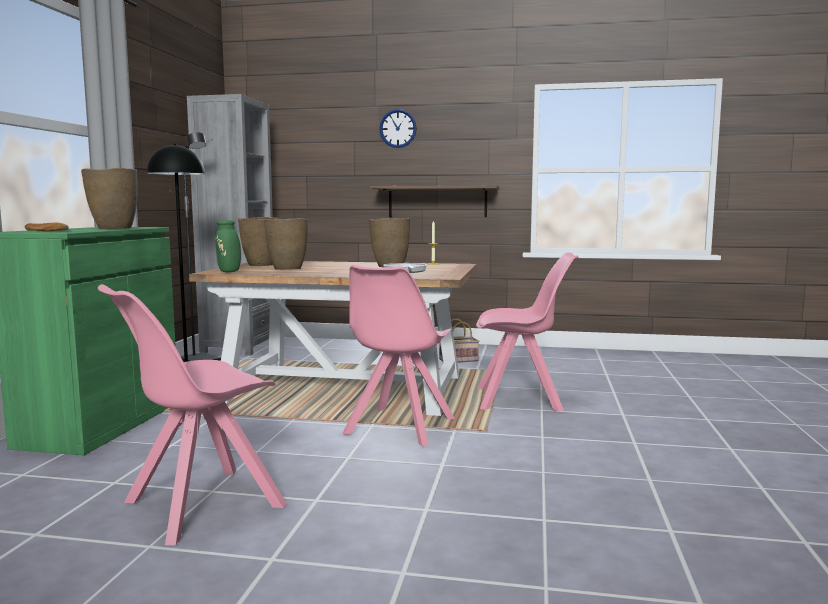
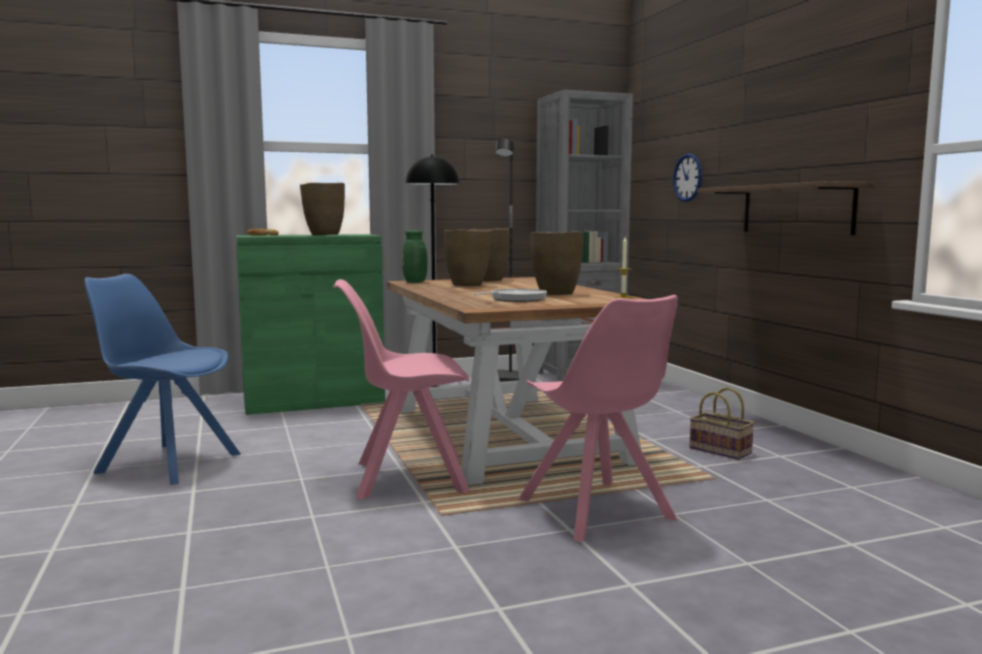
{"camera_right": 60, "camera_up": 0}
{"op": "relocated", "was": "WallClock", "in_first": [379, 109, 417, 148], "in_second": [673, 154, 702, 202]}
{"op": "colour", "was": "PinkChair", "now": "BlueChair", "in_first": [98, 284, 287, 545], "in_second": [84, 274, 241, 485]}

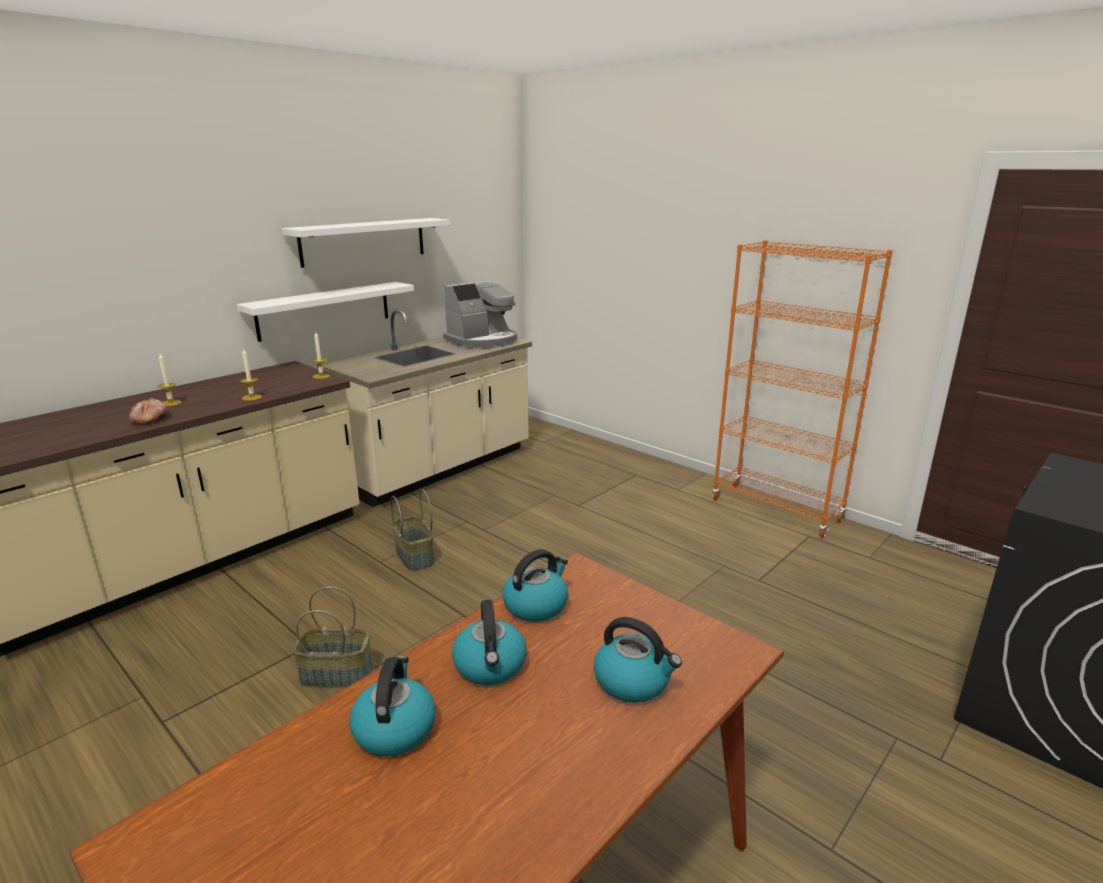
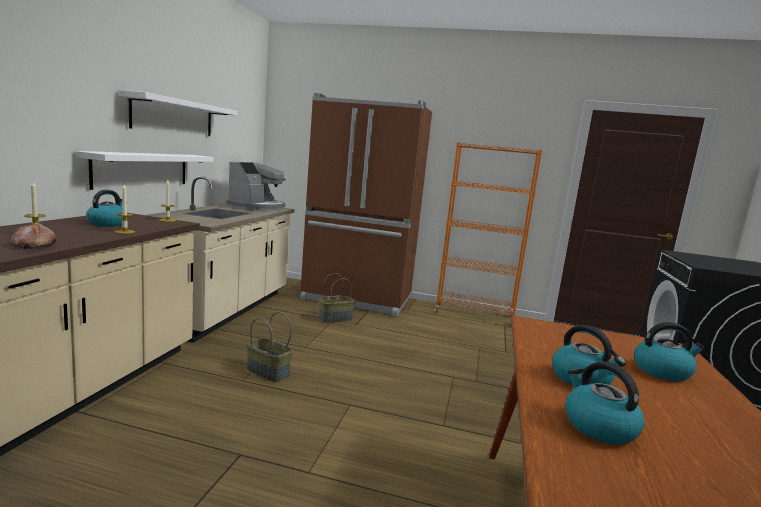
{"camera_right": -30, "camera_up": -10}
{"op": "relocated", "was": "Kettle", "in_first": [502, 549, 568, 622], "in_second": [86, 190, 128, 226]}
{"op": "relocated", "was": "Basket", "in_first": [292, 587, 373, 687], "in_second": [319, 273, 355, 323]}
{"op": "appeared", "now": "BrownFridge", "in_second": [300, 93, 432, 316]}

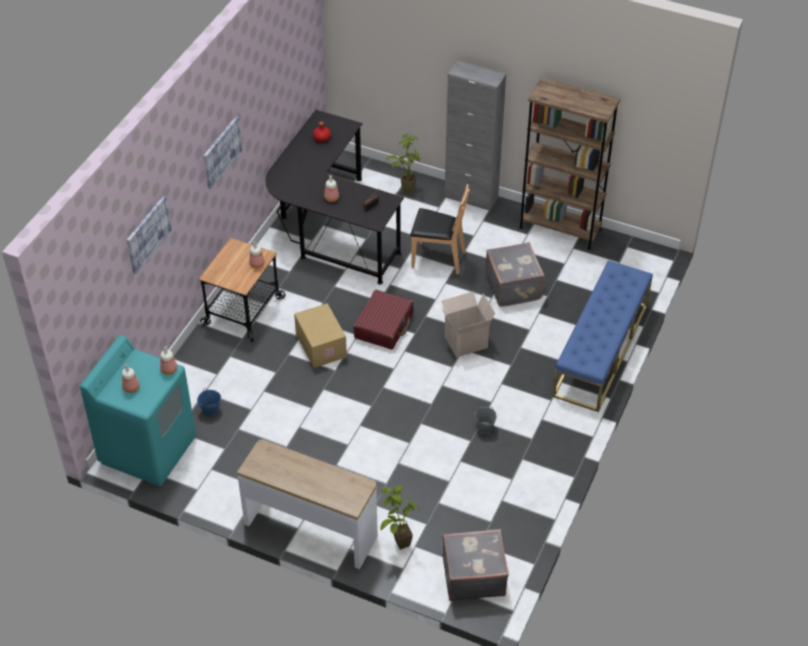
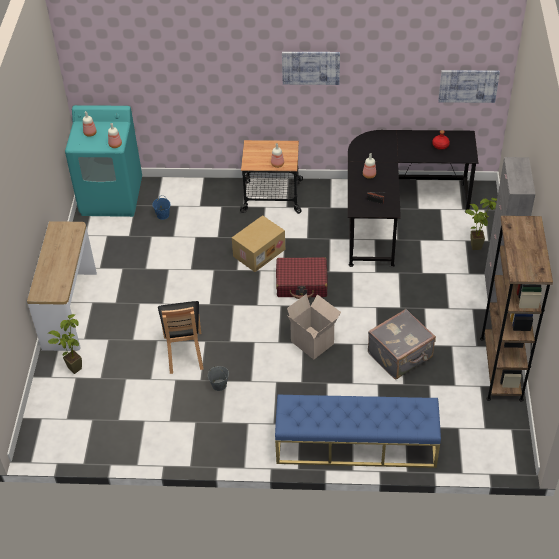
{"camera_right": 70, "camera_up": 0}
{"op": "relocated", "was": "BrownChair", "in_first": [410, 184, 470, 274], "in_second": [158, 301, 204, 374]}
{"op": "relocated", "was": "Picture", "in_first": [127, 196, 172, 274], "in_second": [438, 70, 500, 103]}
{"op": "missing", "was": "GreySuitcase", "in_first": [443, 529, 509, 601]}

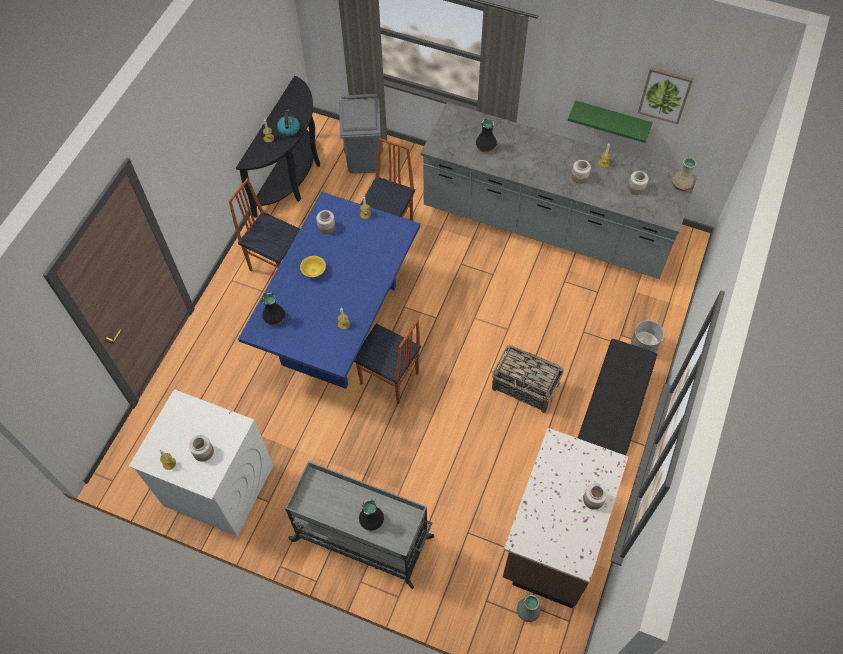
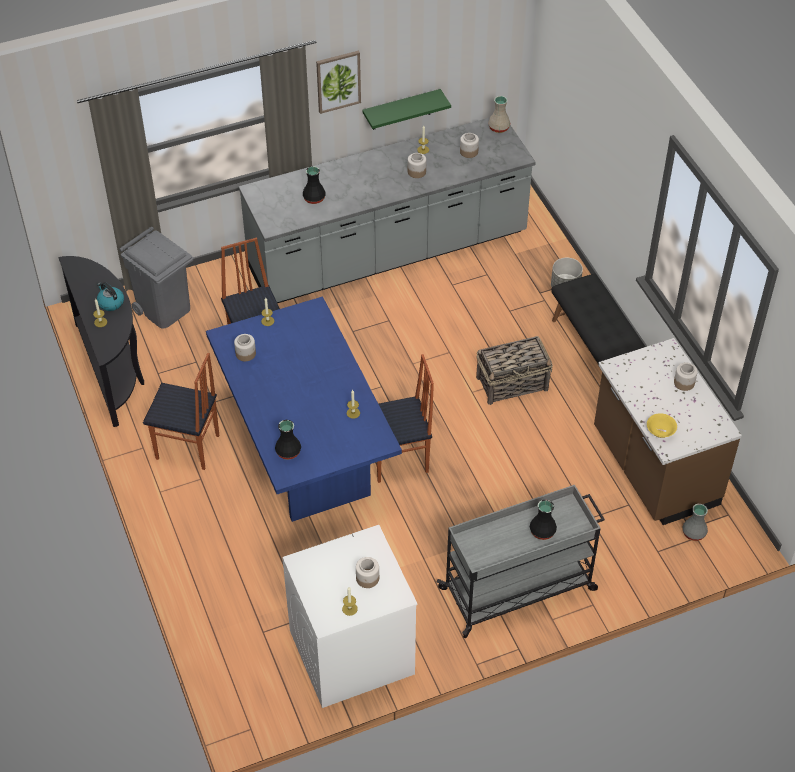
{"camera_right": -45, "camera_up": -10}
{"op": "relocated", "was": "Picture", "in_first": [638, 67, 693, 124], "in_second": [316, 51, 361, 114]}
{"op": "spun", "was": "Chair", "in_first": [229, 178, 300, 272], "in_second": [143, 353, 219, 470], "clockwise": -150}
{"op": "relocated", "was": "YellowBowl", "in_first": [300, 256, 326, 277], "in_second": [647, 413, 677, 438]}

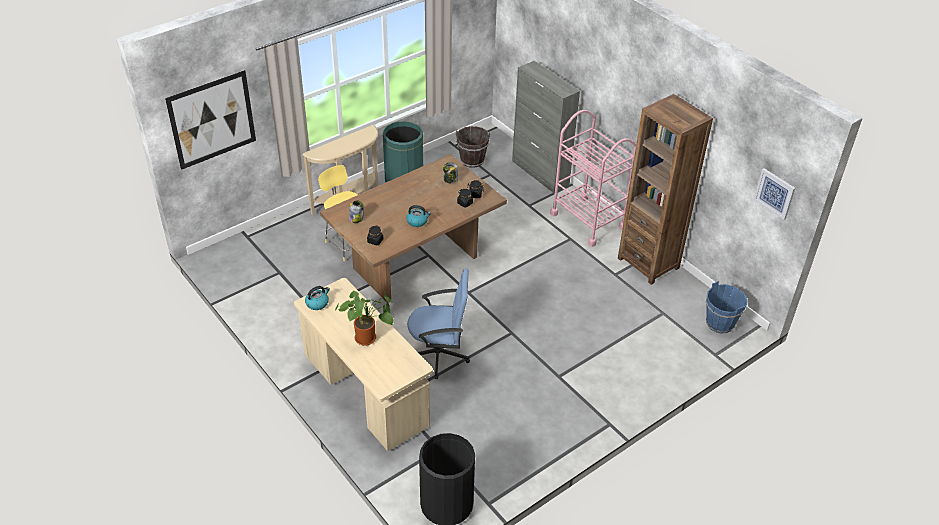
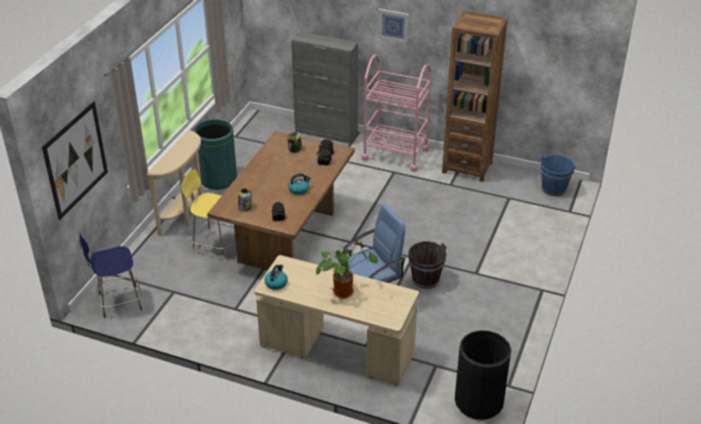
{"camera_right": -30, "camera_up": -5}
{"op": "relocated", "was": "BrownBucket", "in_first": [456, 126, 490, 168], "in_second": [408, 241, 447, 289]}
{"op": "relocated", "was": "Picture", "in_first": [754, 168, 795, 220], "in_second": [378, 9, 409, 43]}
{"op": "appeared", "now": "BlueStool", "in_second": [79, 233, 142, 318]}

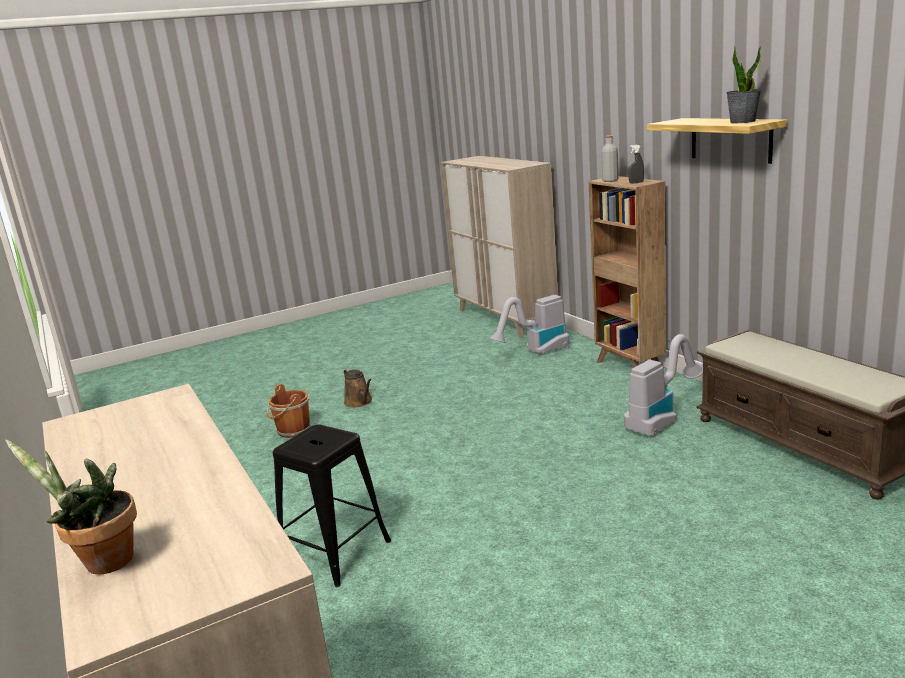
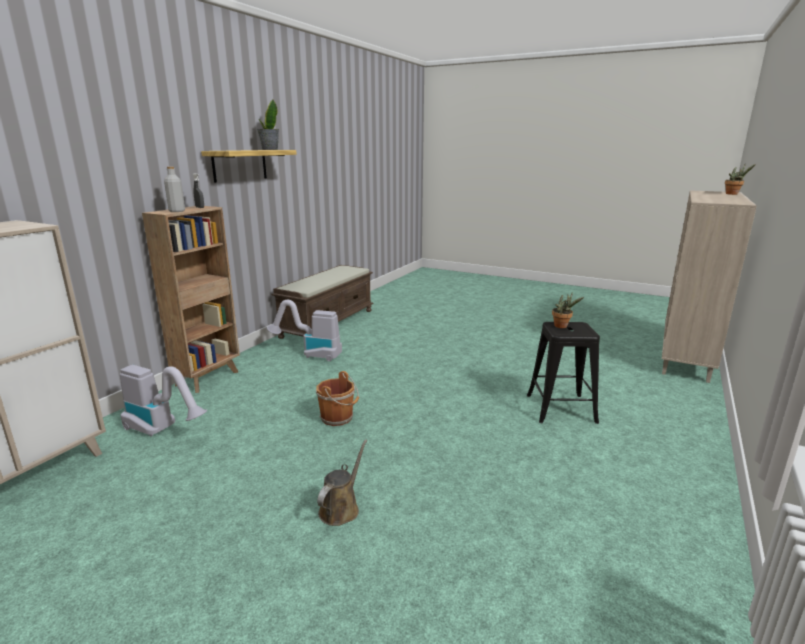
{"camera_right": -125, "camera_up": 0}
{"op": "relocated", "was": "BrownBucket", "in_first": [267, 384, 312, 438], "in_second": [316, 371, 359, 426]}
{"op": "appeared", "now": "PottedPlant", "in_second": [552, 293, 584, 328]}

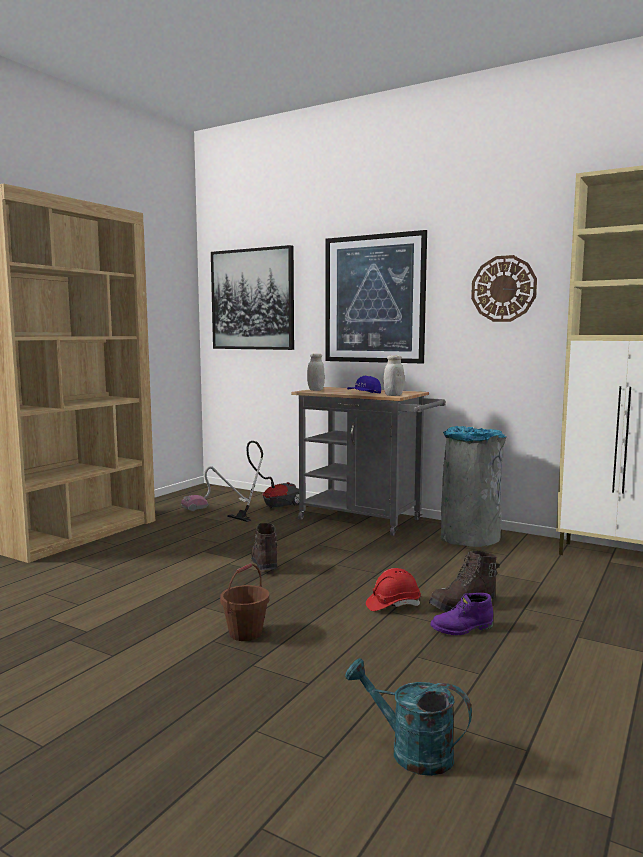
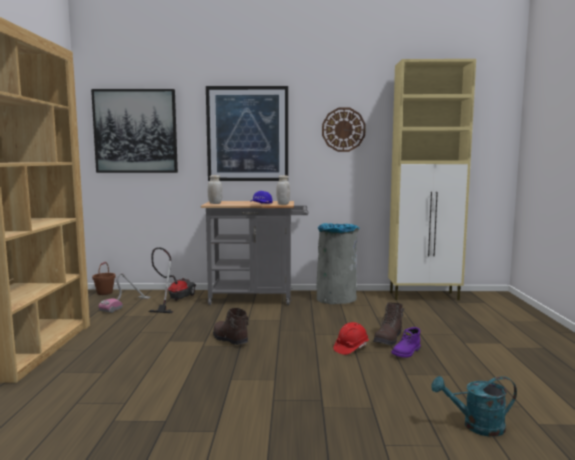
{"camera_right": -30, "camera_up": 0}
{"op": "relocated", "was": "BrownBucket", "in_first": [220, 563, 269, 641], "in_second": [92, 262, 115, 295]}

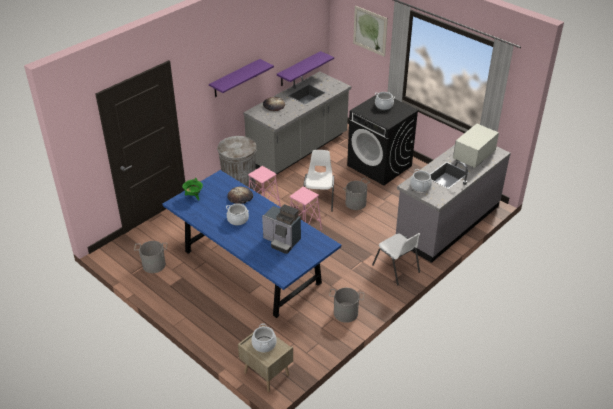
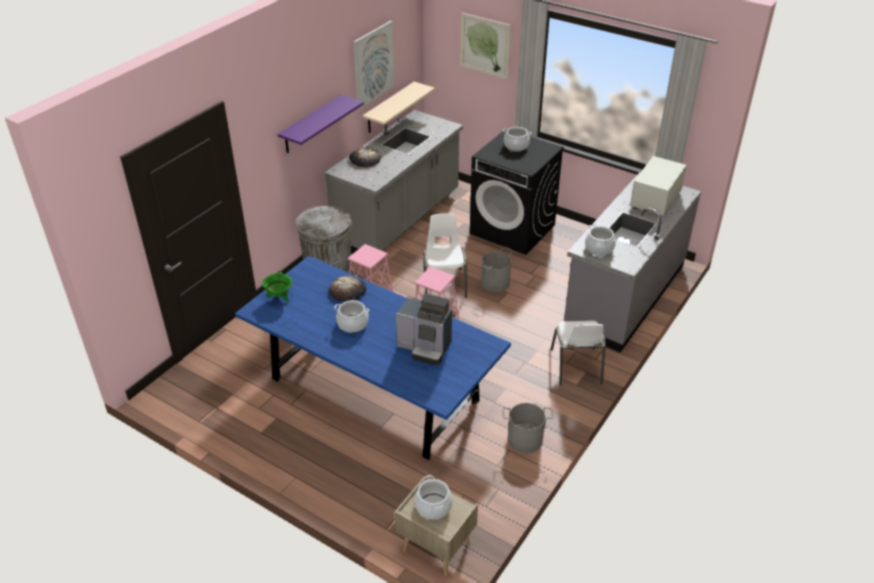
{"camera_right": -10, "camera_up": 0}
{"op": "colour", "was": "PurpleShelf", "now": "BeigeShelf", "in_first": [277, 51, 334, 86], "in_second": [363, 82, 435, 133]}
{"op": "spun", "was": "WhiteChair", "in_first": [372, 233, 420, 285], "in_second": [550, 321, 606, 386], "clockwise": 45}
{"op": "missing", "was": "GreyBucket", "in_first": [134, 241, 167, 273]}
{"op": "appeared", "now": "Picture", "in_second": [354, 21, 395, 109]}

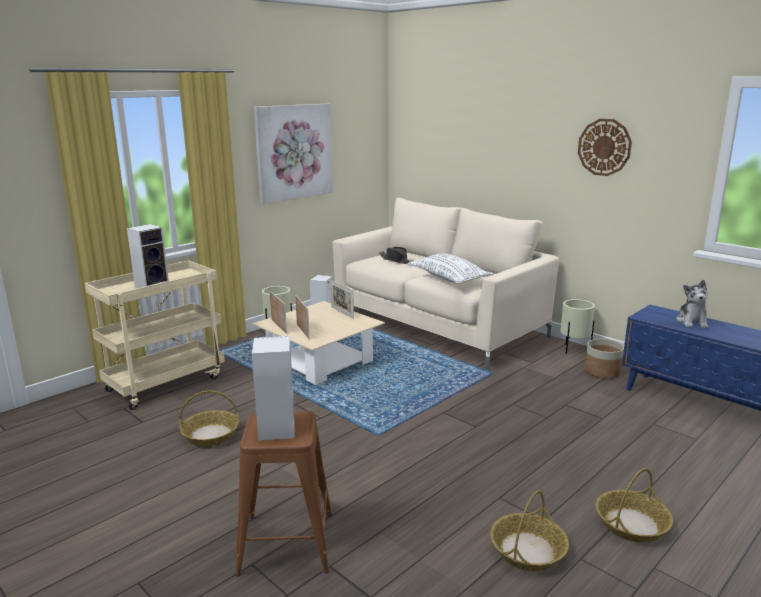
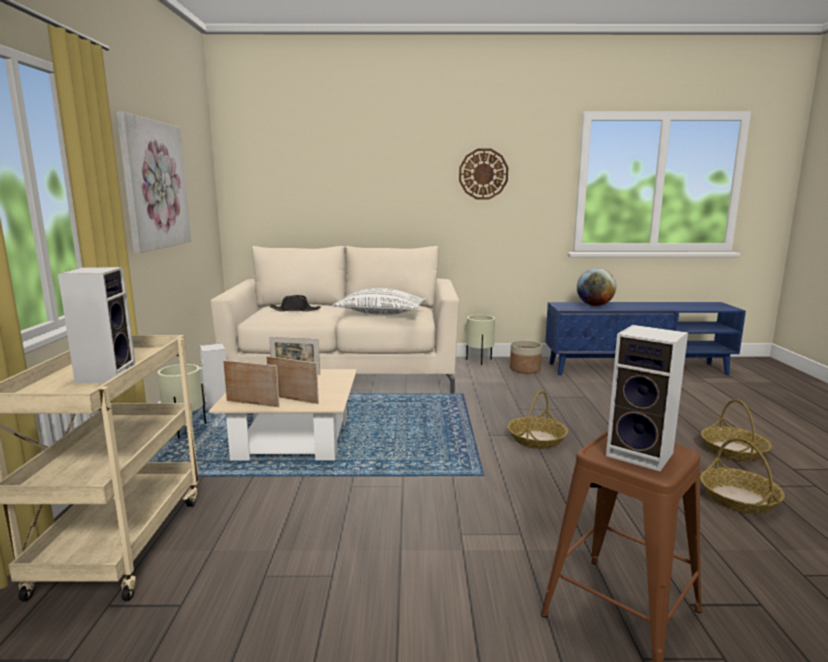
{"camera_right": -45, "camera_up": -5}
{"op": "exchanged", "was": "PlushToy", "now": "Globe", "in_first": [676, 280, 708, 328], "in_second": [577, 268, 616, 306]}
{"op": "relocated", "was": "Basket", "in_first": [179, 391, 239, 446], "in_second": [508, 390, 568, 449]}

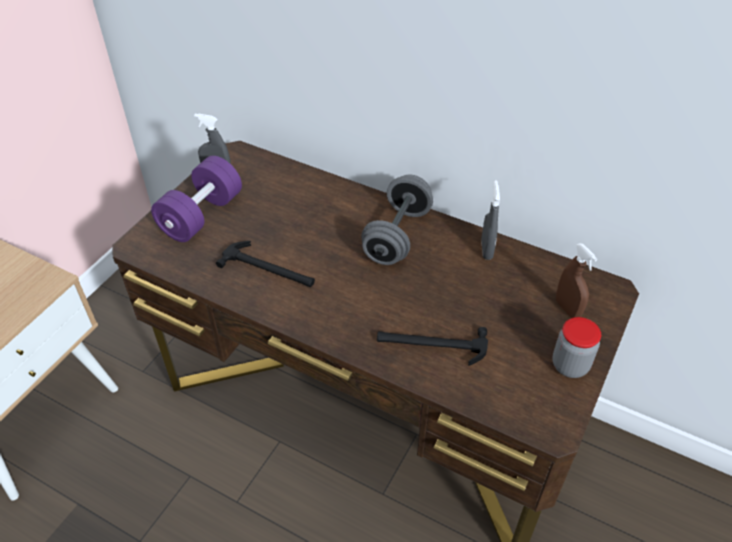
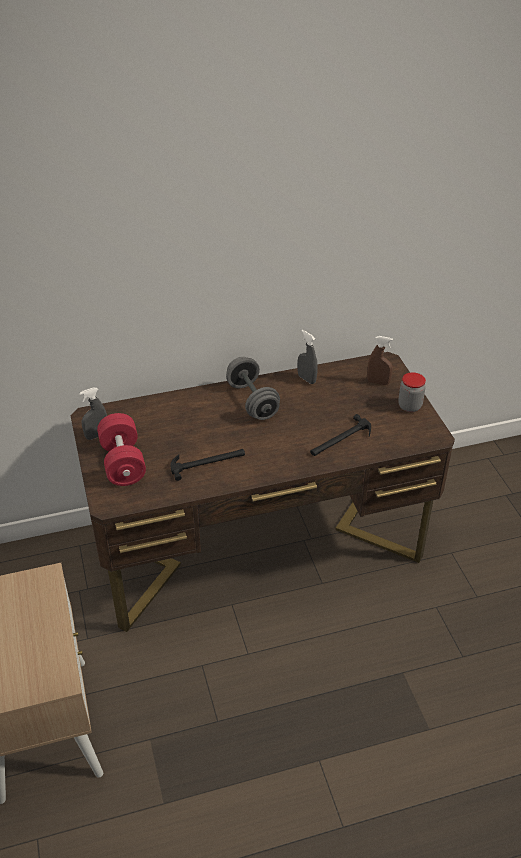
{"camera_right": -45, "camera_up": -5}
{"op": "colour", "was": "PurpleDumbbell", "now": "RedDumbbell", "in_first": [151, 156, 242, 242], "in_second": [97, 413, 146, 486]}

